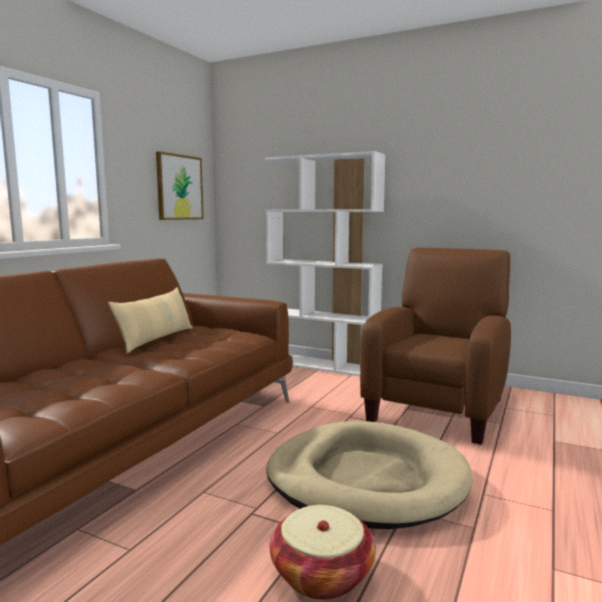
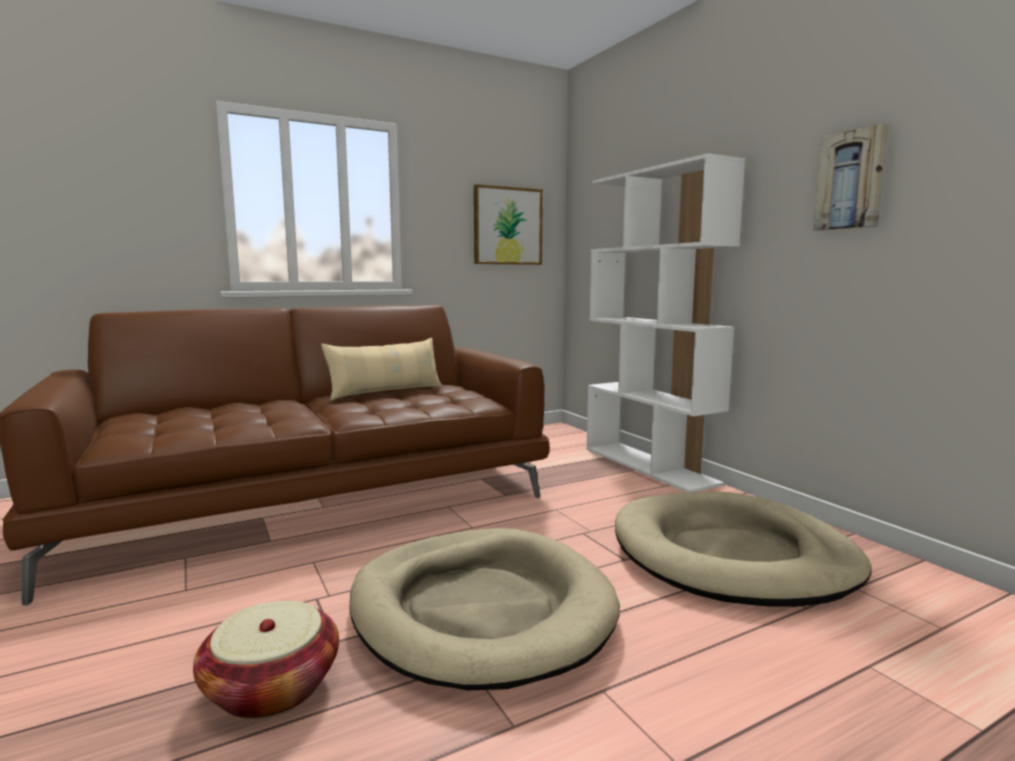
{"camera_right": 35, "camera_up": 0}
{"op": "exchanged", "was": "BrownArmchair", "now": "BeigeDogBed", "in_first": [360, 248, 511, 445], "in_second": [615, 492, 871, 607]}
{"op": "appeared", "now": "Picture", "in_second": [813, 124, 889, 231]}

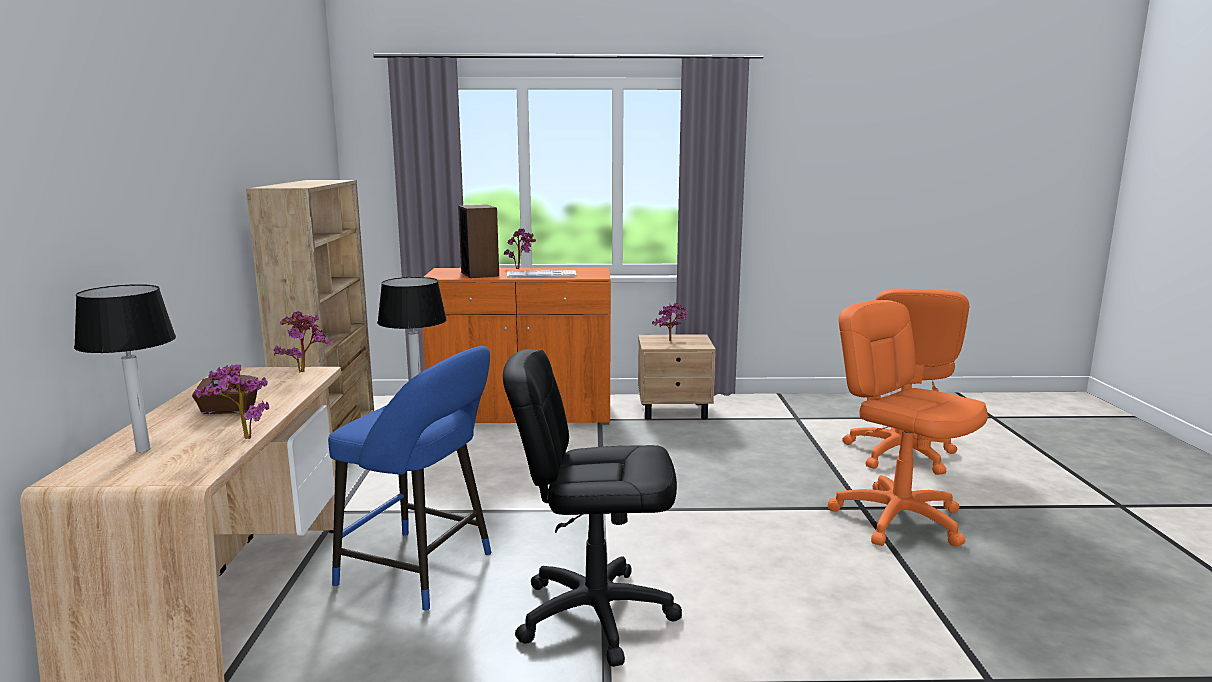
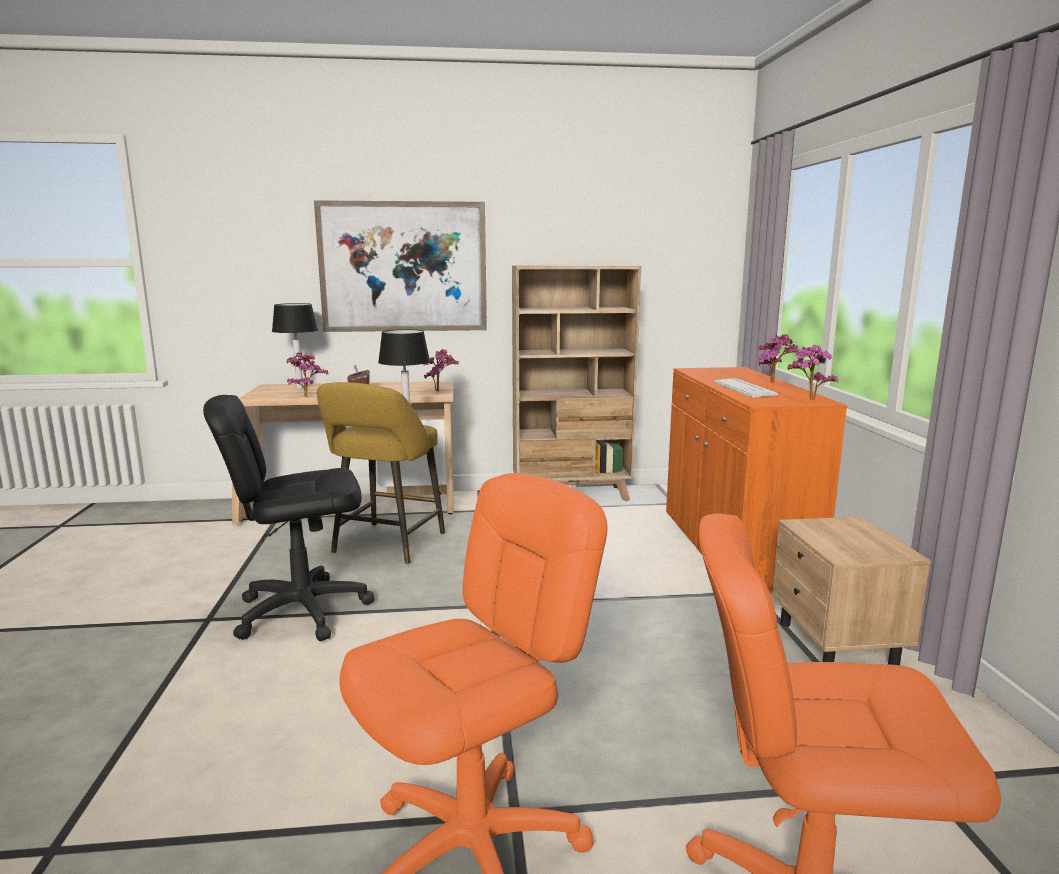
{"camera_right": 85, "camera_up": 0}
{"op": "missing", "was": "Speaker", "in_first": [458, 205, 499, 278]}
{"op": "relocated", "was": "PottedPlant", "in_first": [652, 303, 687, 341], "in_second": [787, 345, 839, 400]}
{"op": "colour", "was": "BlueStool", "now": "YellowStool", "in_first": [328, 346, 491, 611], "in_second": [317, 382, 445, 564]}
{"op": "spun", "was": "BlackOfficeChair", "in_first": [503, 349, 682, 667], "in_second": [203, 395, 375, 641], "clockwise": -105}
{"op": "appeared", "now": "Picture", "in_second": [314, 200, 487, 332]}

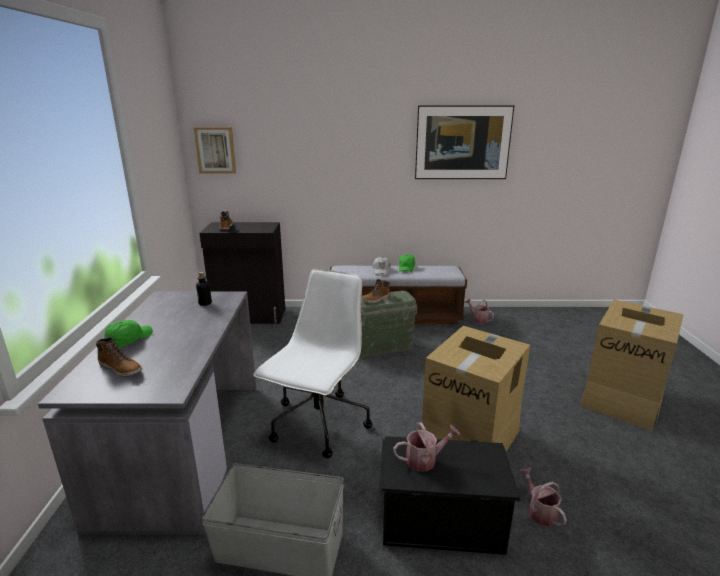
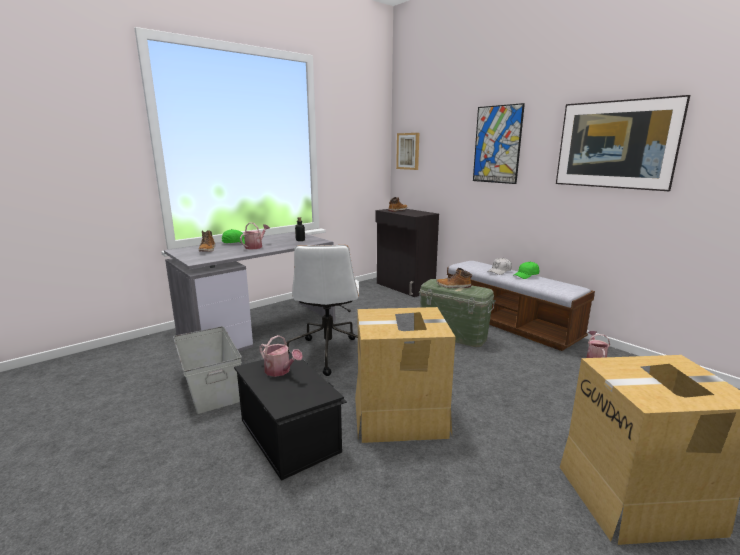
{"camera_right": 50, "camera_up": -5}
{"op": "spun", "was": "WhiteOfficeChair", "in_first": [253, 269, 373, 458], "in_second": [287, 245, 359, 376], "clockwise": 105}
{"op": "relocated", "was": "WateringCan", "in_first": [519, 468, 567, 527], "in_second": [240, 223, 270, 249]}
{"op": "appeared", "now": "Picture", "in_second": [473, 103, 525, 184]}

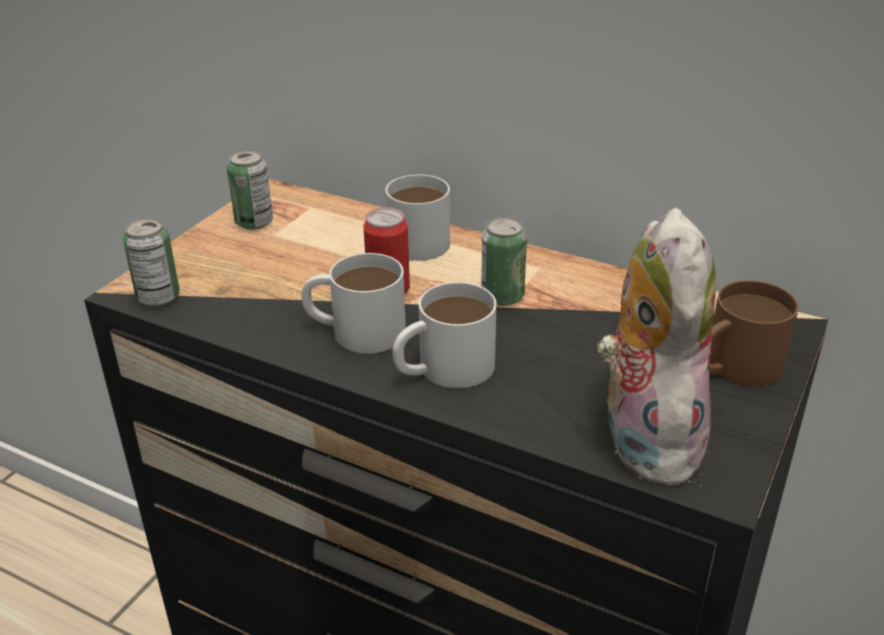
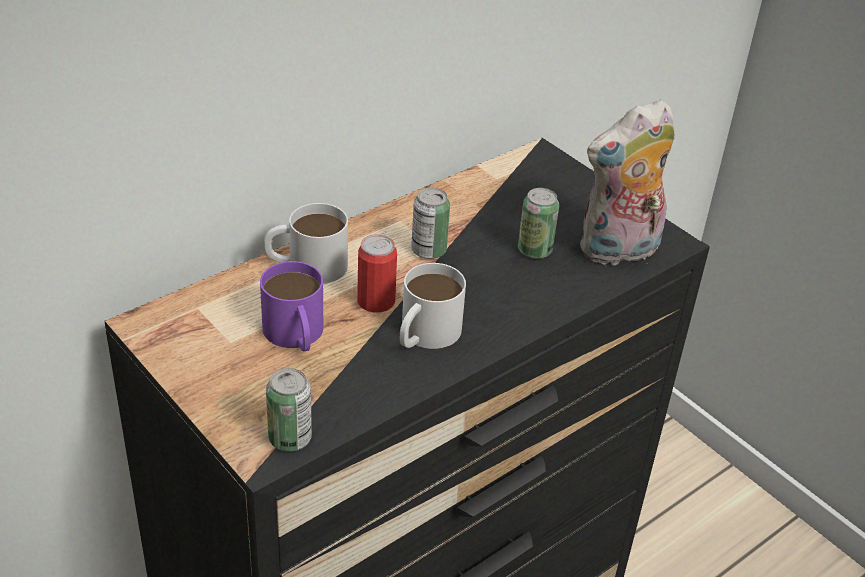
{"camera_right": -70, "camera_up": 5}
{"op": "relocated", "was": "Can", "in_first": [227, 150, 273, 230], "in_second": [518, 188, 559, 259]}
{"op": "spun", "was": "PlushToy", "in_first": [597, 208, 716, 487], "in_second": [580, 99, 675, 266], "clockwise": -45}
{"op": "missing", "was": "BrownMug", "in_first": [709, 280, 799, 387]}
{"op": "missing", "was": "WhiteMug", "in_first": [393, 282, 497, 388]}
{"op": "appeared", "now": "PurpleMug", "in_second": [260, 261, 323, 351]}

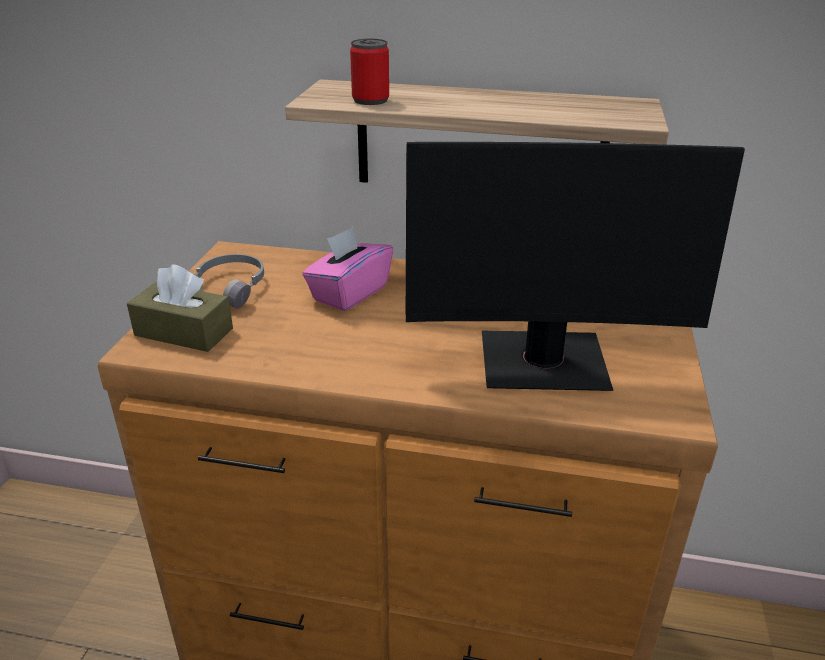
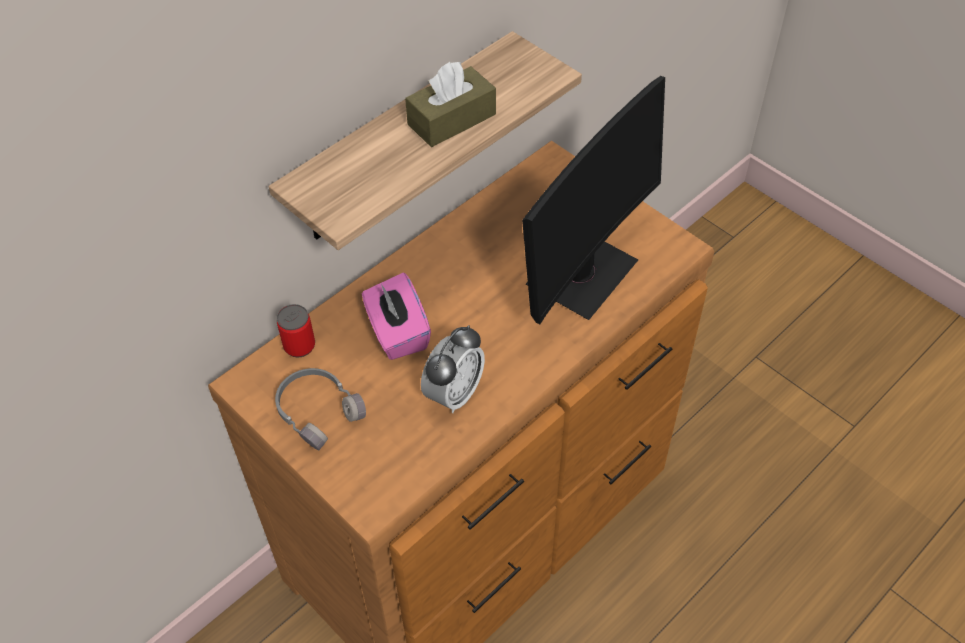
{"camera_right": -55, "camera_up": 20}
{"op": "relocated", "was": "Can", "in_first": [350, 39, 389, 105], "in_second": [277, 304, 315, 358]}
{"op": "relocated", "was": "BrownTissueBox", "in_first": [127, 264, 233, 352], "in_second": [405, 62, 496, 147]}
{"op": "appeared", "now": "AlarmClock", "in_second": [421, 325, 485, 413]}

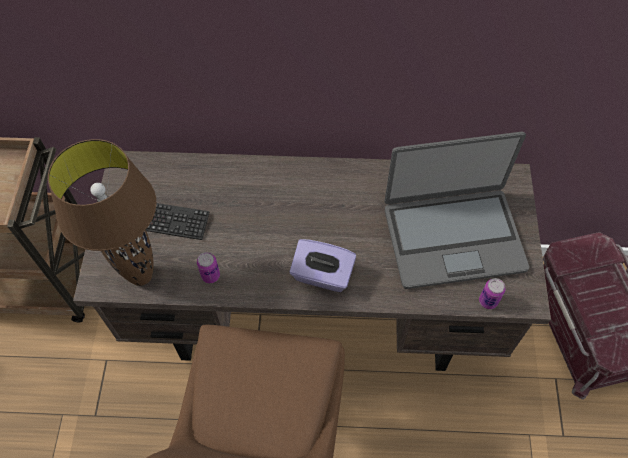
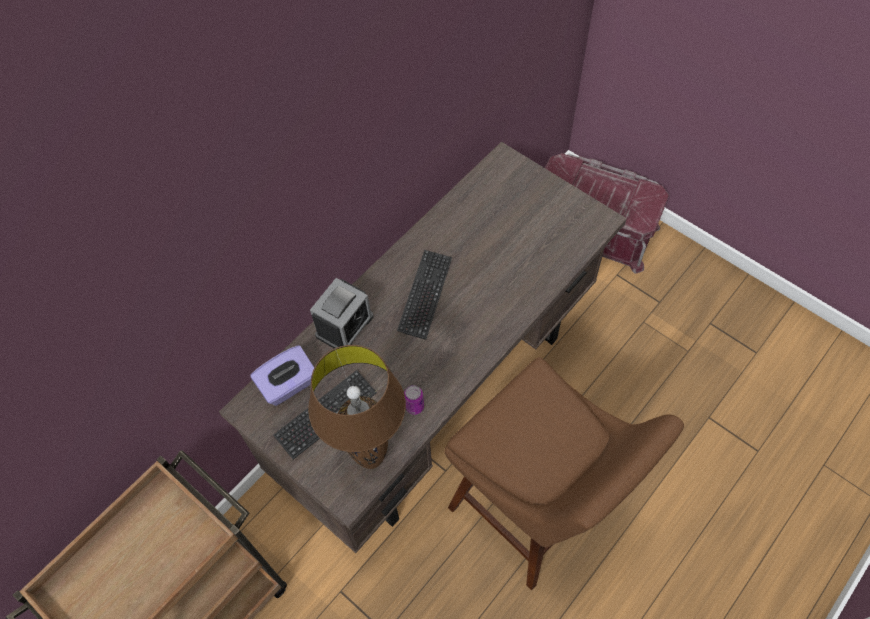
{"camera_right": -50, "camera_up": 0}
{"op": "missing", "was": "Laptop", "in_first": [384, 132, 529, 289]}
{"op": "relocated", "was": "PurpleTissueBox", "in_first": [290, 239, 356, 292], "in_second": [250, 345, 314, 406]}
{"op": "missing", "was": "Can", "in_first": [479, 278, 506, 309]}
{"op": "appeared", "now": "Keyboard", "in_second": [397, 250, 452, 340]}
{"op": "appeared", "now": "AlarmClock", "in_second": [310, 278, 373, 349]}

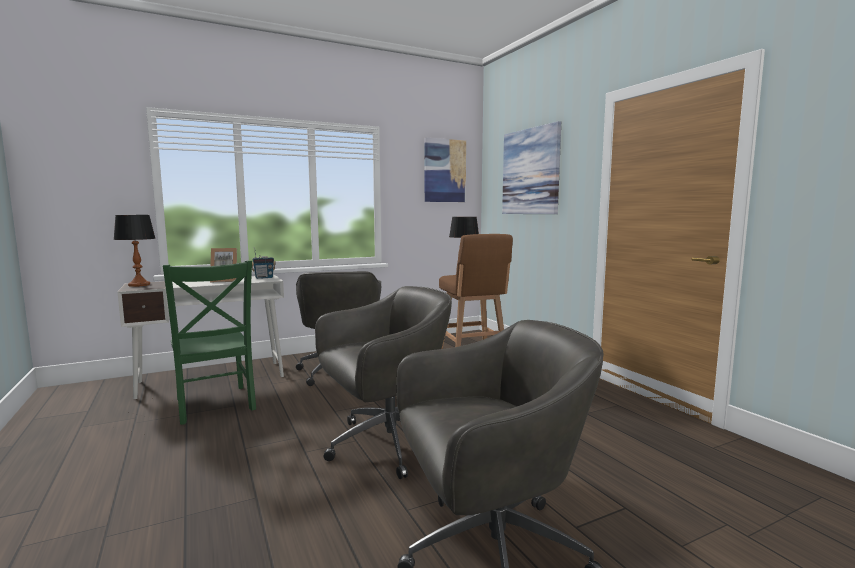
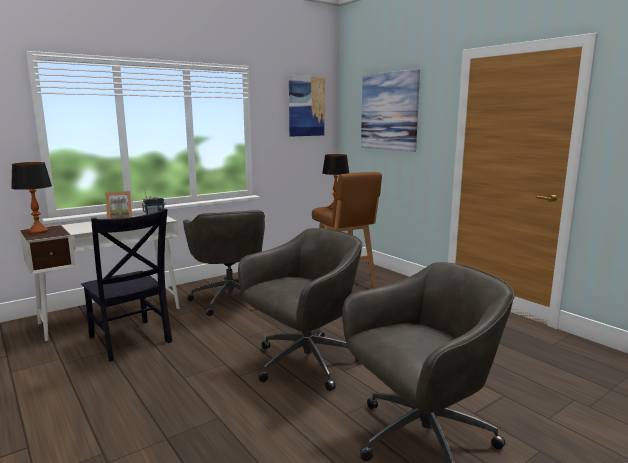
{"camera_right": -10, "camera_up": 5}
{"op": "colour", "was": "GreenChair", "now": "BlackChair", "in_first": [163, 260, 256, 425], "in_second": [81, 209, 172, 362]}

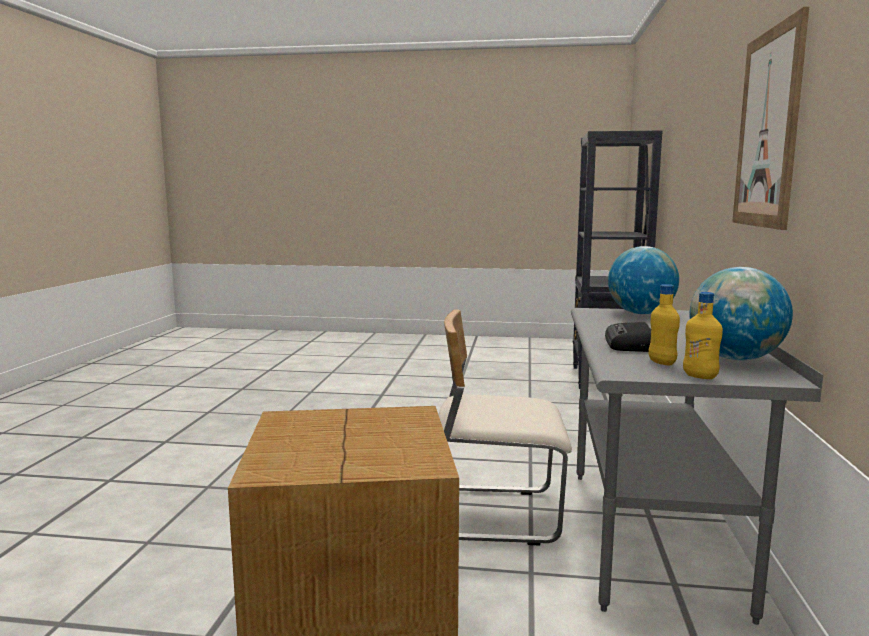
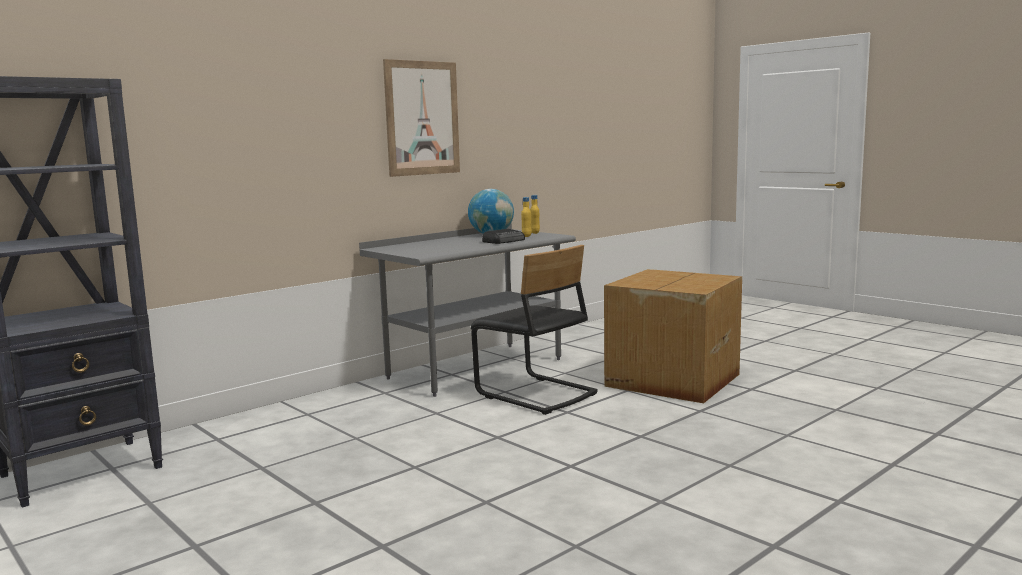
{"camera_right": -140, "camera_up": 0}
{"op": "missing", "was": "Globe", "in_first": [608, 246, 679, 314]}
{"op": "colour", "was": "BeigeChair", "now": "BlackChair", "in_first": [438, 310, 572, 545], "in_second": [471, 245, 598, 415]}

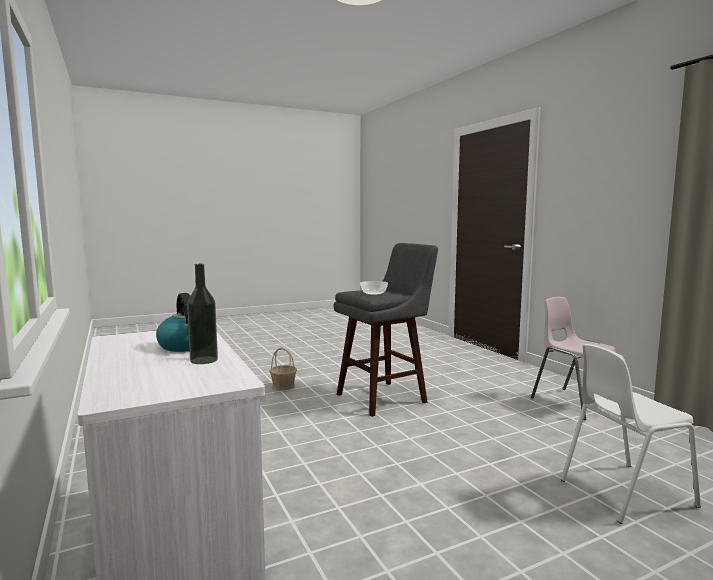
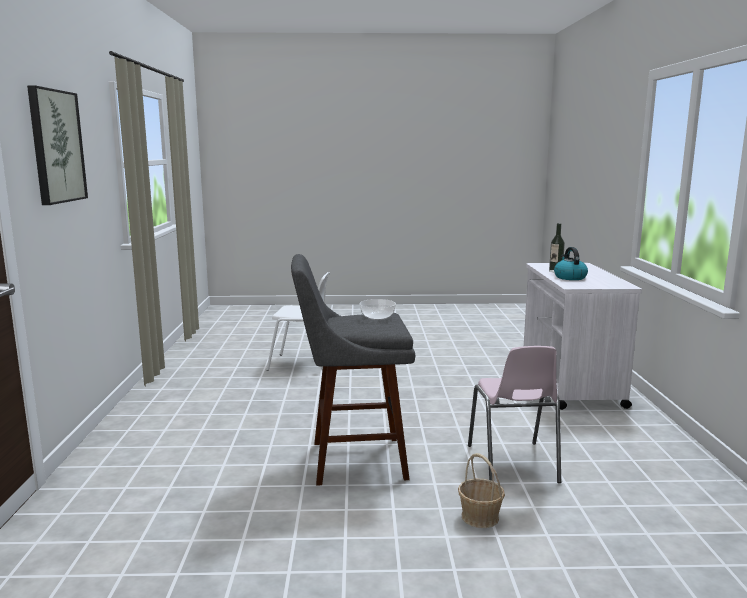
{"camera_right": -155, "camera_up": 5}
{"op": "relocated", "was": "PinkChair", "in_first": [531, 297, 616, 420], "in_second": [468, 346, 561, 483]}
{"op": "appeared", "now": "Picture", "in_second": [27, 85, 88, 205]}

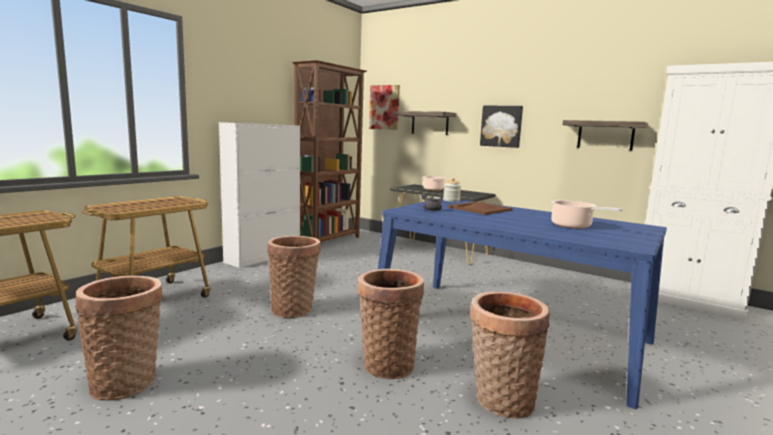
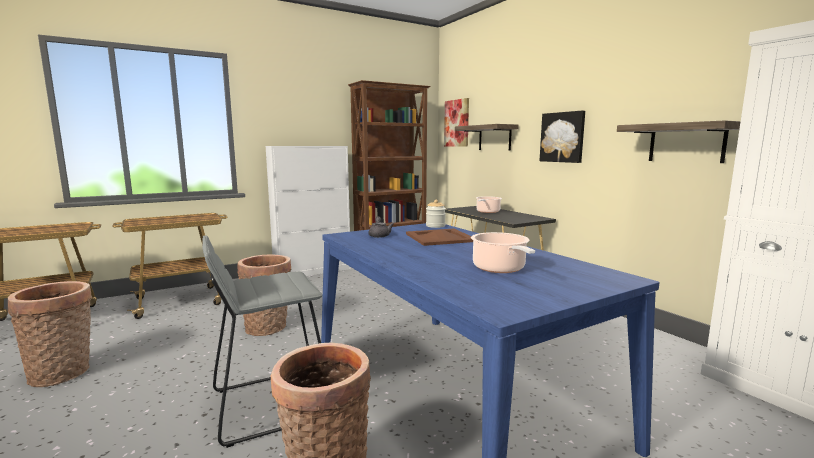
{"camera_right": 25, "camera_up": 0}
{"op": "exchanged", "was": "Basket", "now": "GreyStool", "in_first": [358, 269, 424, 379], "in_second": [202, 235, 323, 448]}

